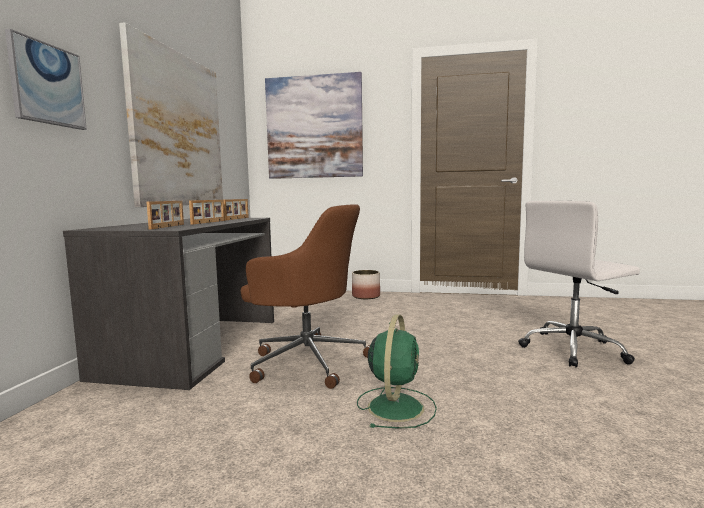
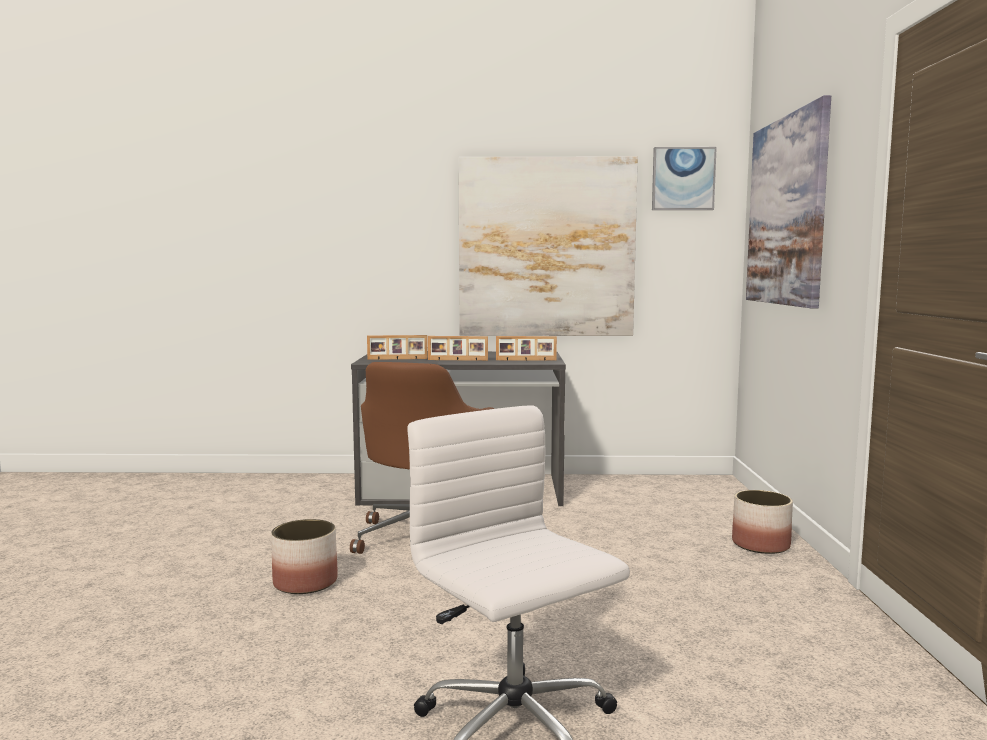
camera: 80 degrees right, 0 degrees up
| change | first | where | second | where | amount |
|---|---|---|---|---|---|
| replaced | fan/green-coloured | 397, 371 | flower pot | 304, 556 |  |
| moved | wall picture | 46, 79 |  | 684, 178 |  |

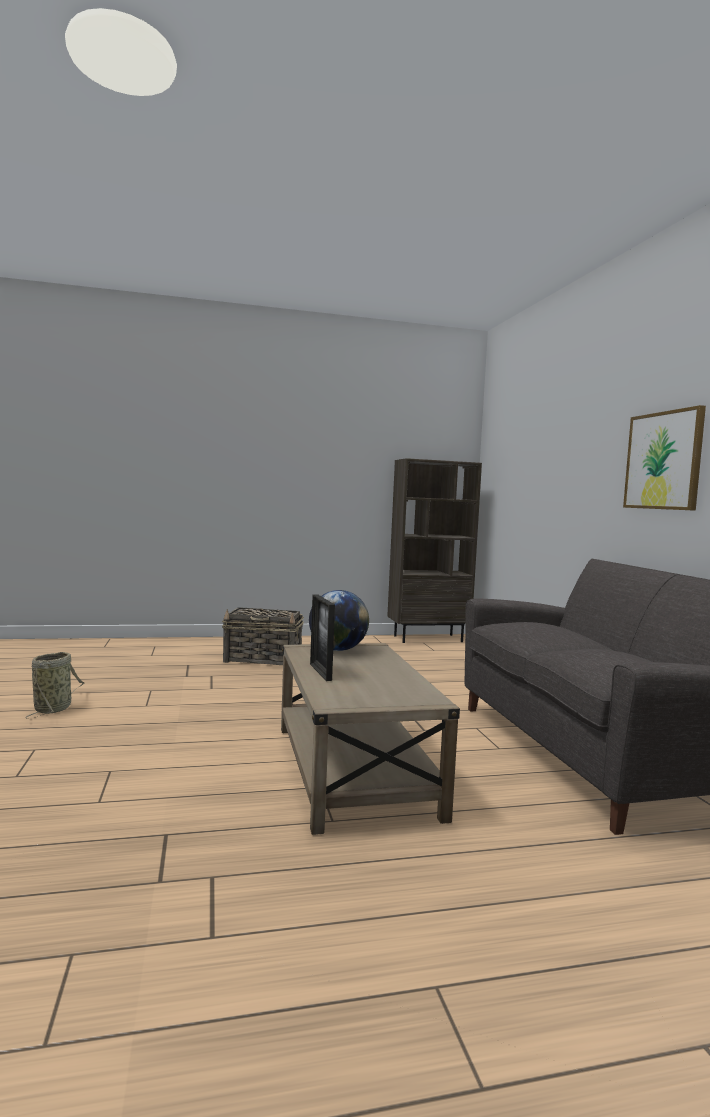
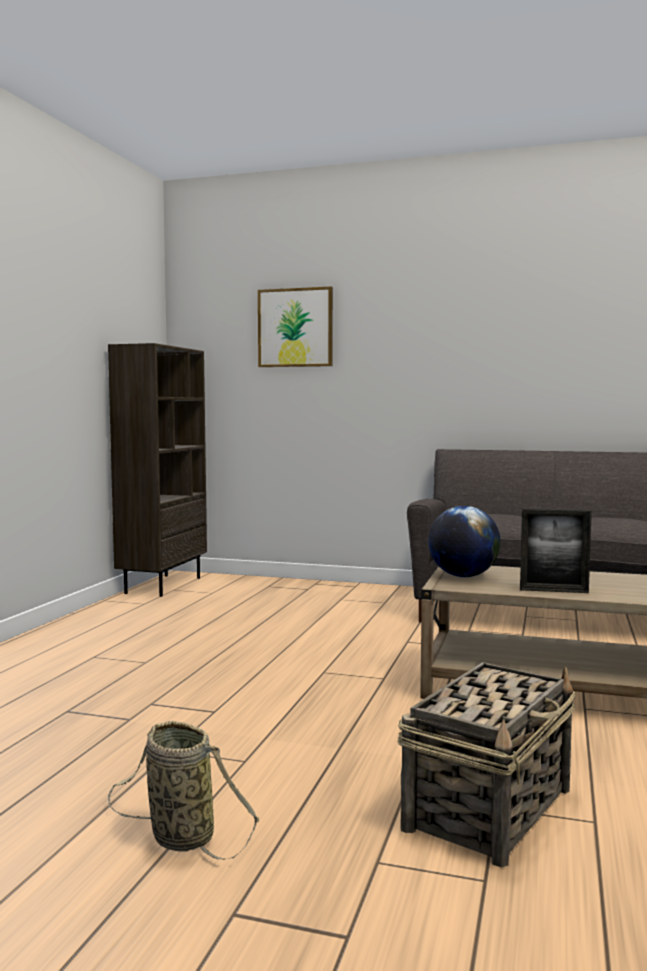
camera: 60 degrees left, 0 degrees up
| change | first | where | second | where | amount |
|---|---|---|---|---|---|
| moved | wall picture | 664, 458 |  | 295, 327 |  |
| moved | household basket | 263, 636 |  | 486, 764 |  |

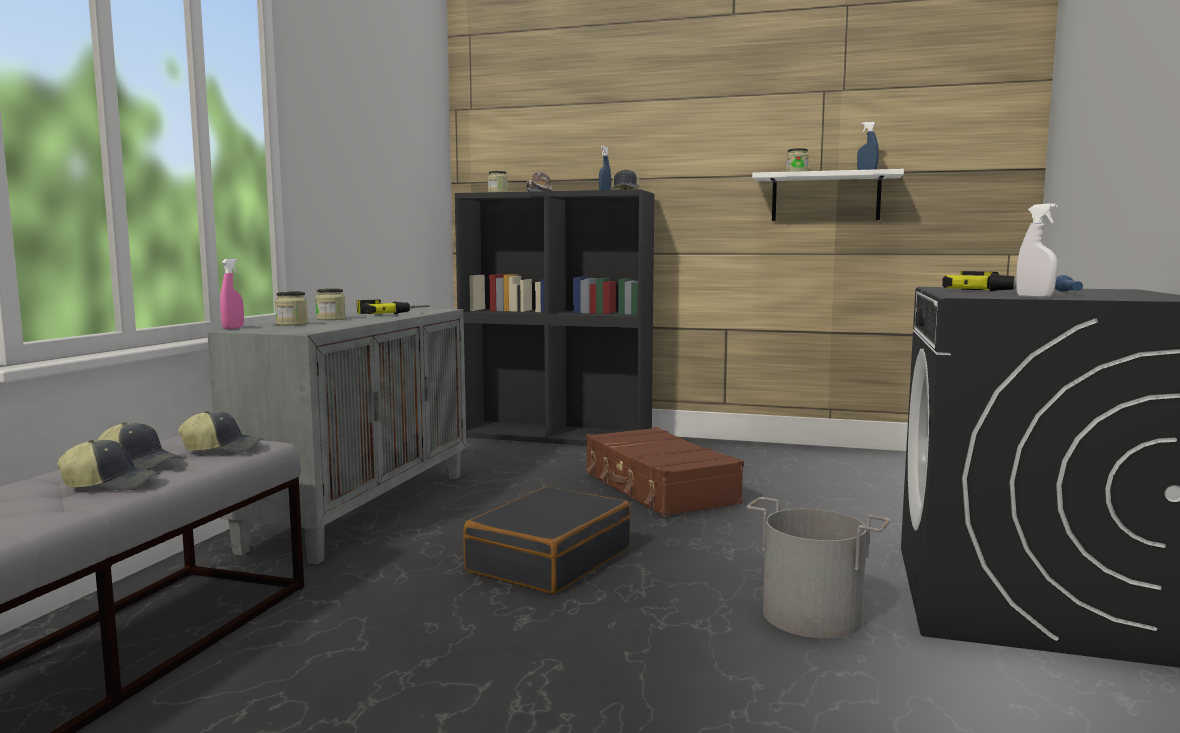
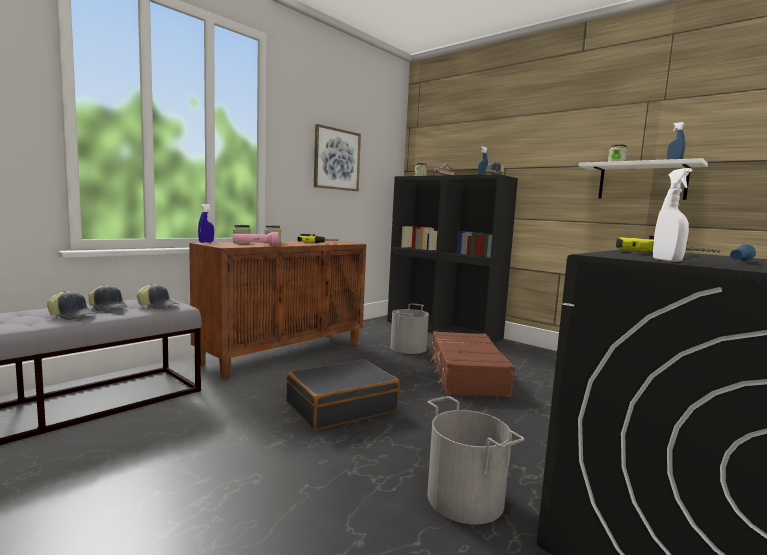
camera: 25 degrees right, 0 degrees up
| change | first | where | second | where | amount |
|---|---|---|---|---|---|
| recoloured | storage cabinet/greyish | 336, 436 | storage cabinet/brownish | 277, 310 |  |
| recoloured | sprayer/pink | 232, 293 | sprayer/bluish | 206, 223 |  |
| added |  |  | torch/pink | 255, 238 |  |
| added |  |  | wall picture | 337, 157 |  |
| added |  |  | pail/greyish | 409, 329 |  |

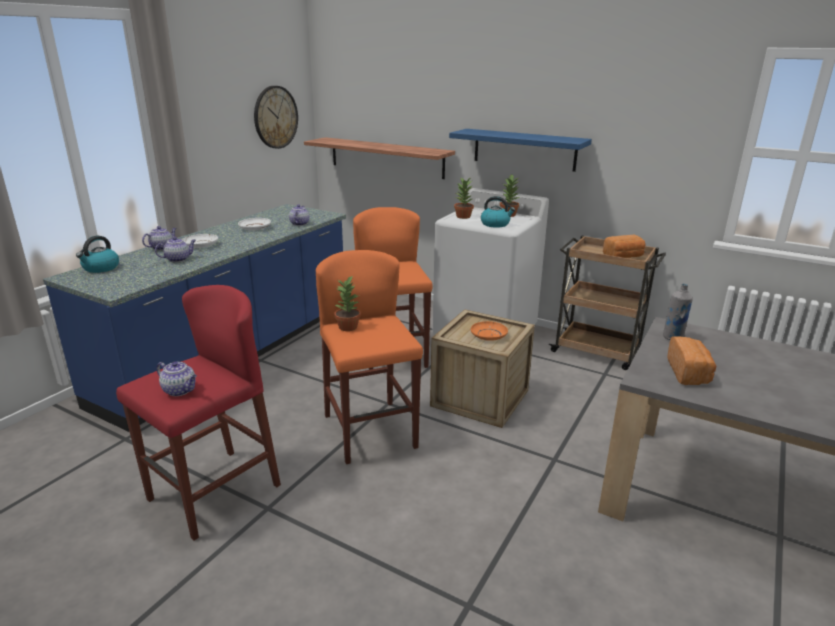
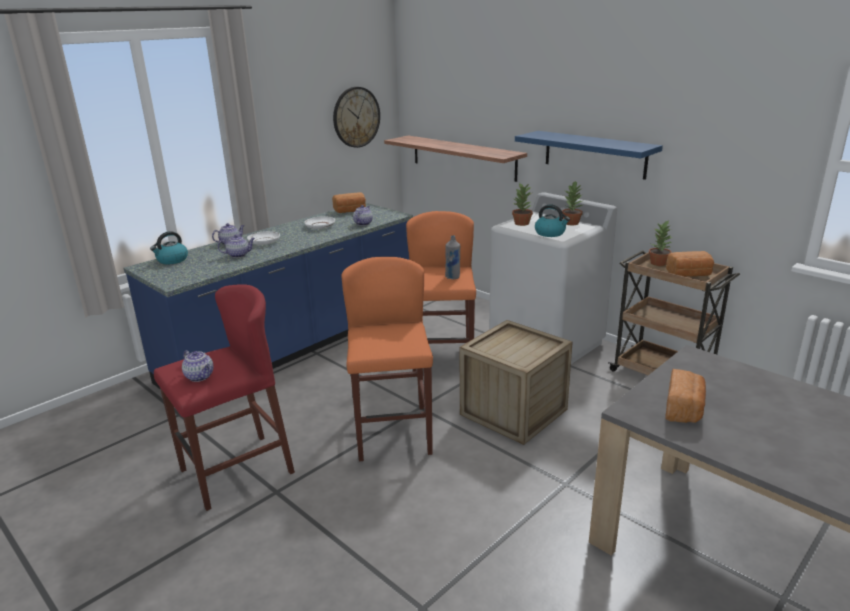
camera: 15 degrees right, 0 degrees up
| change | first | where | second | where | amount |
|---|---|---|---|---|---|
| added |  |  | bread | 349, 202 |  |
| moved | beverage bottle/greyish | 678, 312 |  | 452, 257 |  |
| moved | houseplant | 347, 303 |  | 660, 243 |  |
| removed | plate/orange-coloured | 489, 331 |  |  |  |

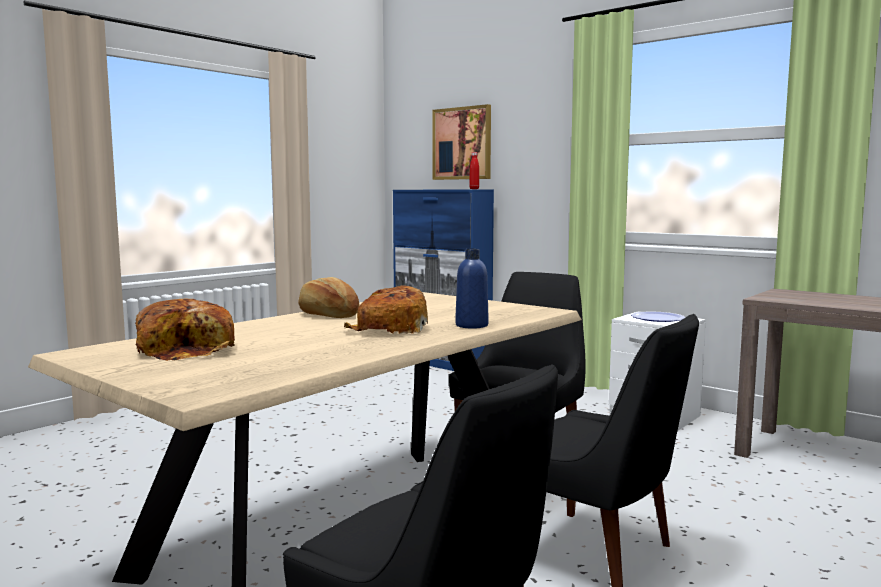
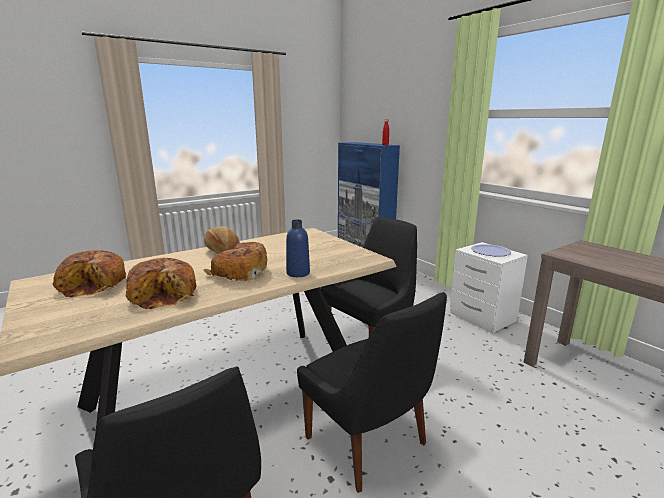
camera: 15 degrees right, 10 degrees up
| change | first | where | second | where | amount |
|---|---|---|---|---|---|
| added |  |  | bread | 161, 283 |  |
| removed | wall picture | 461, 142 |  |  |  |

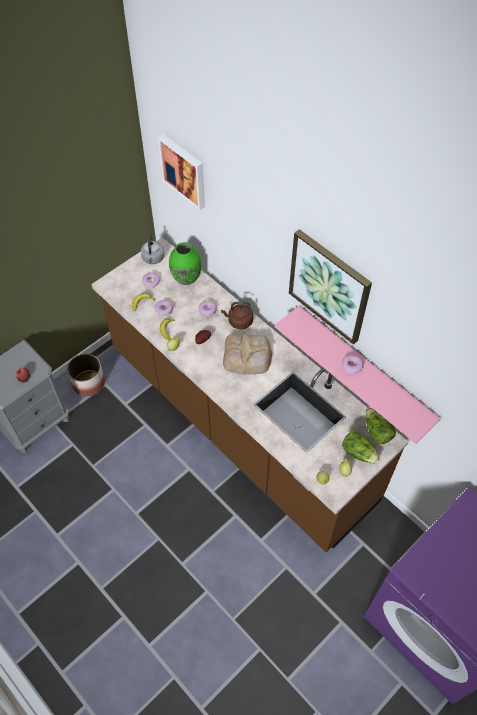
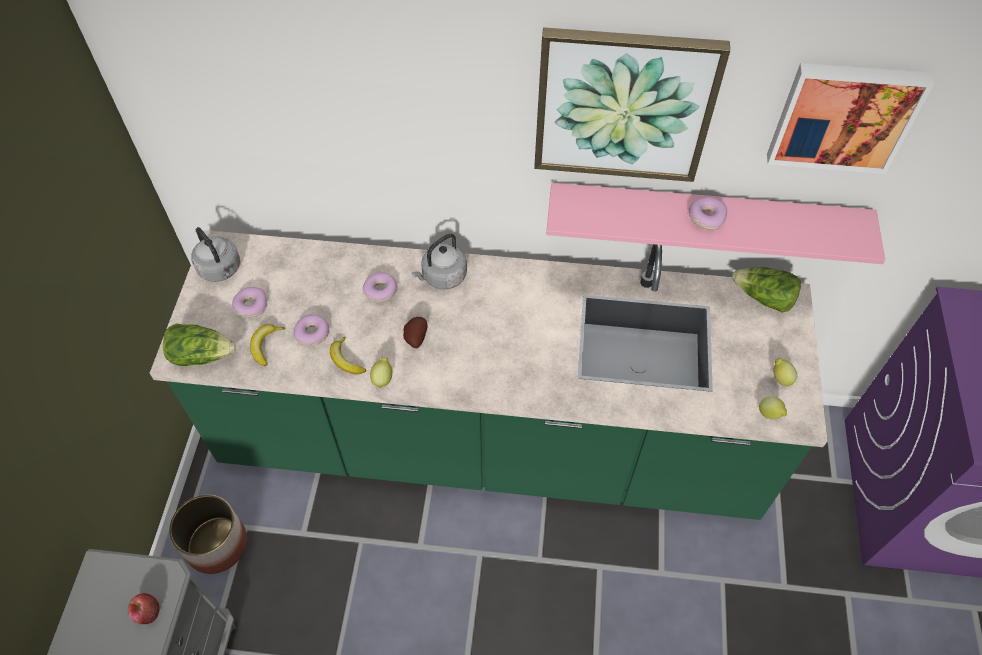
camera: 40 degrees left, 0 degrees up
| change | first | where | second | where | amount |
|---|---|---|---|---|---|
| recoloured | counter/brownish | 249, 394 | counter/green-coloured | 489, 375 |  |
| moved | lettuce head | 361, 447 |  | 199, 344 |  |
| recoloured | kettle/brownish | 237, 315 | kettle/greyish | 439, 261 |  |
| moved | wall picture | 181, 172 |  | 850, 118 |  |
| removed | flower vase/green-coloured | 185, 263 |  |  |  |
| removed | bread | 247, 354 |  |  |  |

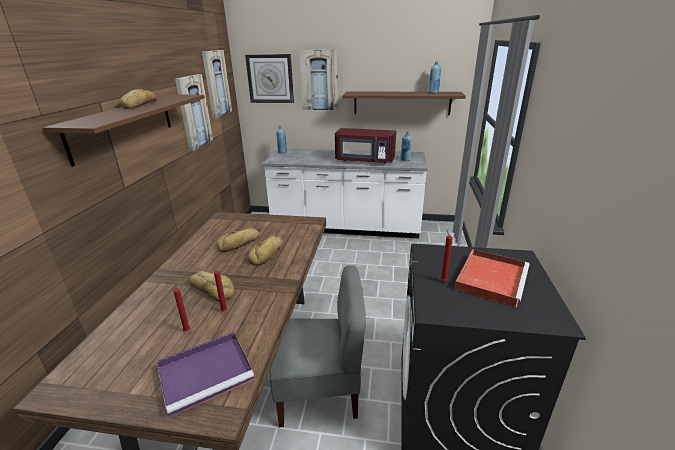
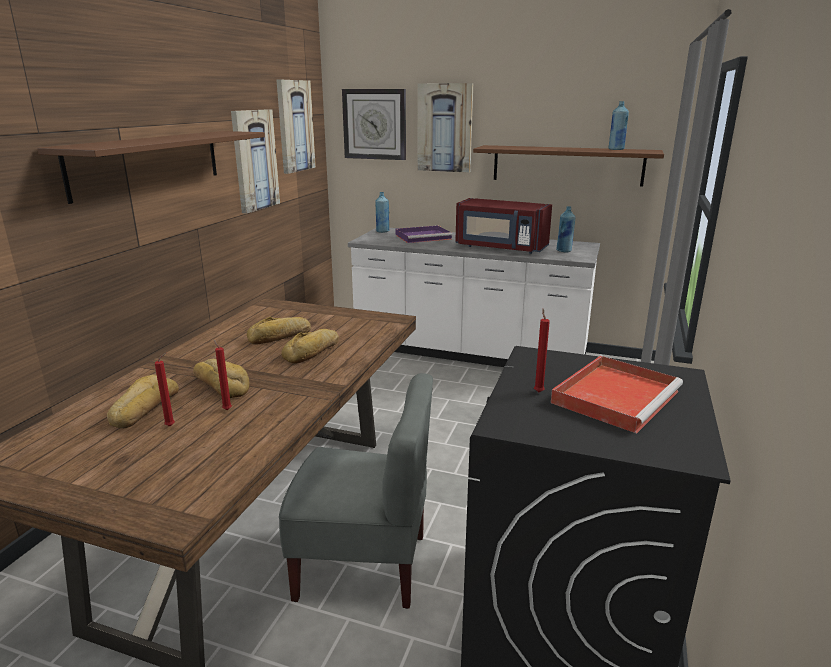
camera: 10 degrees right, 5 degrees down
| change | first | where | second | where | amount |
|---|---|---|---|---|---|
| moved | bread | 138, 99 |  | 143, 401 |  |
| moved | carrying tray/purplish | 206, 375 |  | 424, 234 |  |

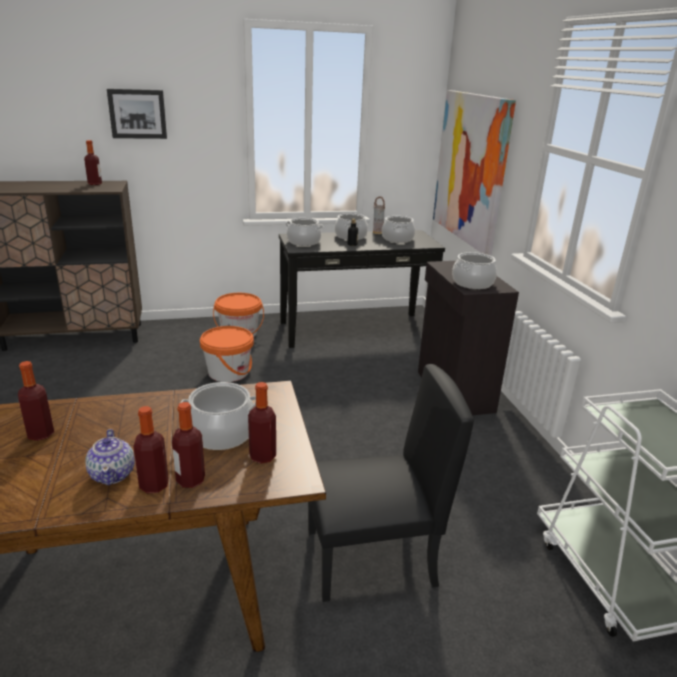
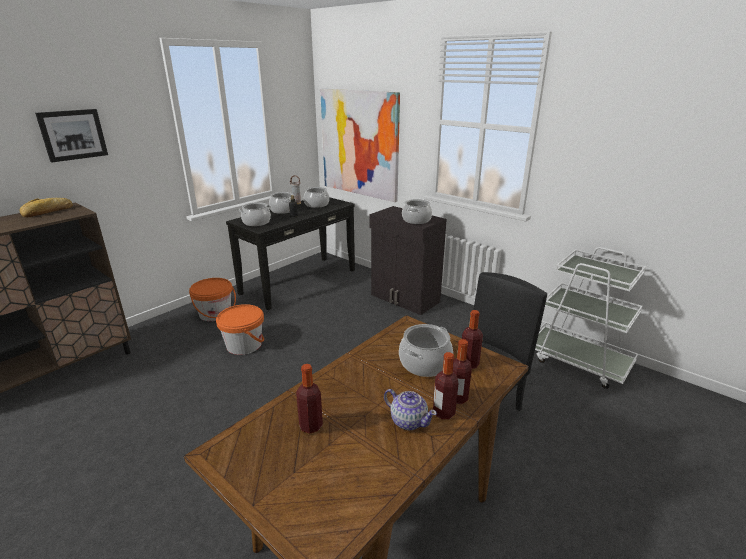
camera: 35 degrees left, 0 degrees up
| change | first | where | second | where | amount |
|---|---|---|---|---|---|
| replaced | beverage bottle | 93, 162 | bread | 46, 208 |  |

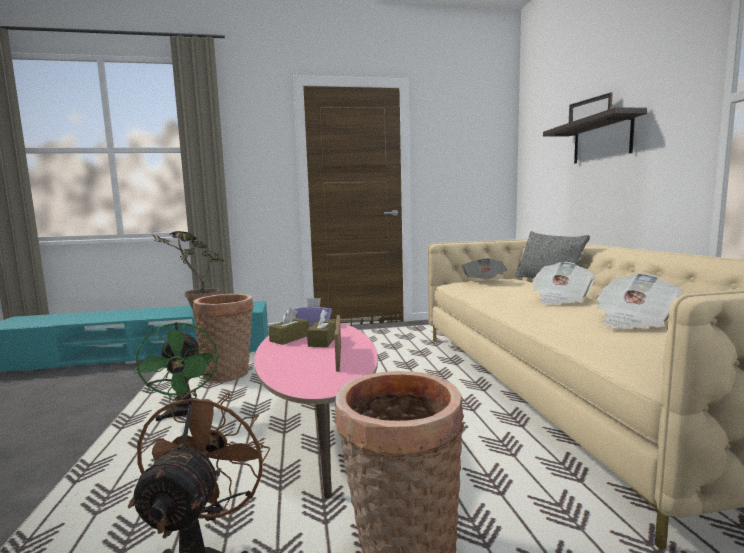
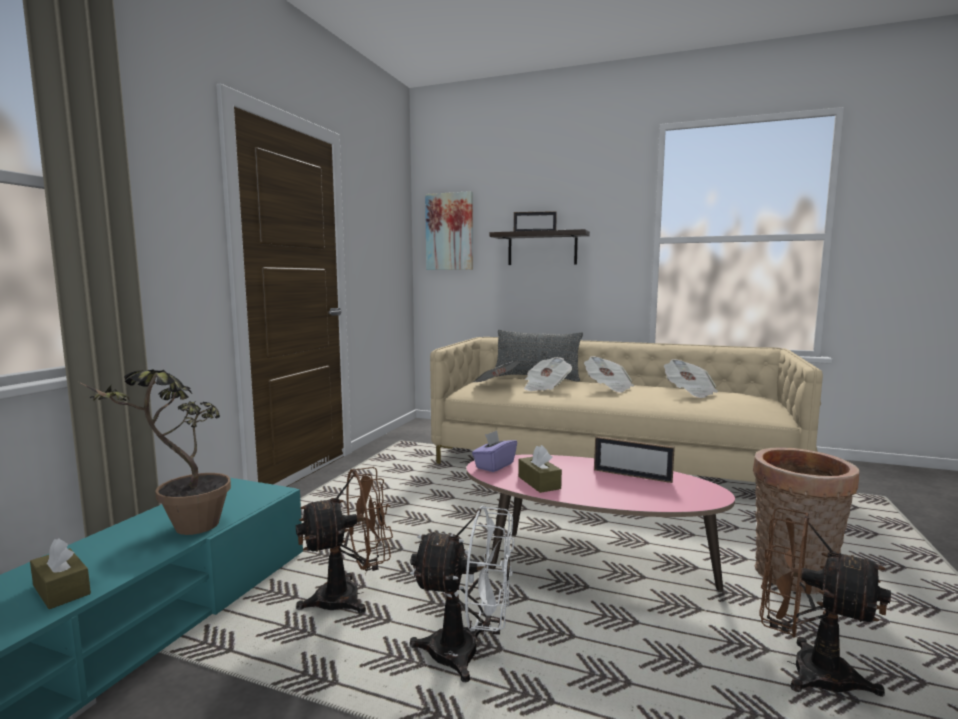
camera: 60 degrees left, 0 degrees up
| change | first | where | second | where | amount |
|---|---|---|---|---|---|
| moved | box of tissues/brownish | 321, 328 |  | 60, 573 |  |
| replaced | household basket | 223, 338 | fan/brownish | 344, 540 |  |
| recoloured | fan/green-coloured | 176, 371 | fan/white | 462, 593 |  |
| added |  |  | wall picture | 449, 230 |  |
| added |  |  | daily paper | 548, 374 |  |

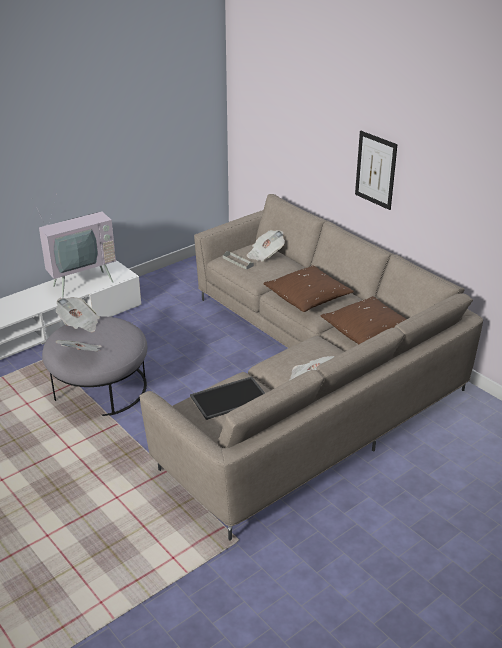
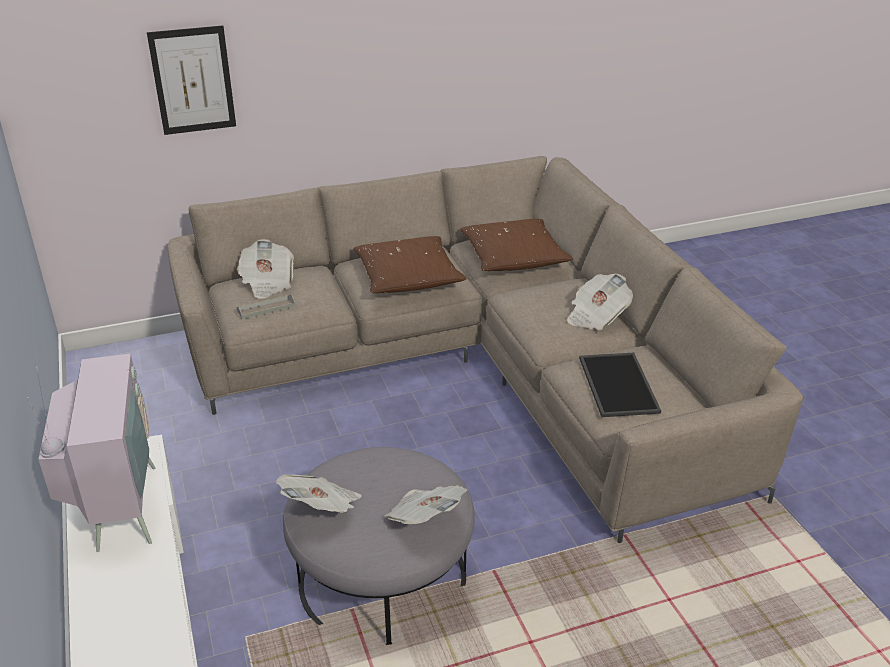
camera: 70 degrees left, 0 degrees up
| change | first | where | second | where | amount |
|---|---|---|---|---|---|
| moved | wall picture | 376, 170 |  | 191, 80 |  |

